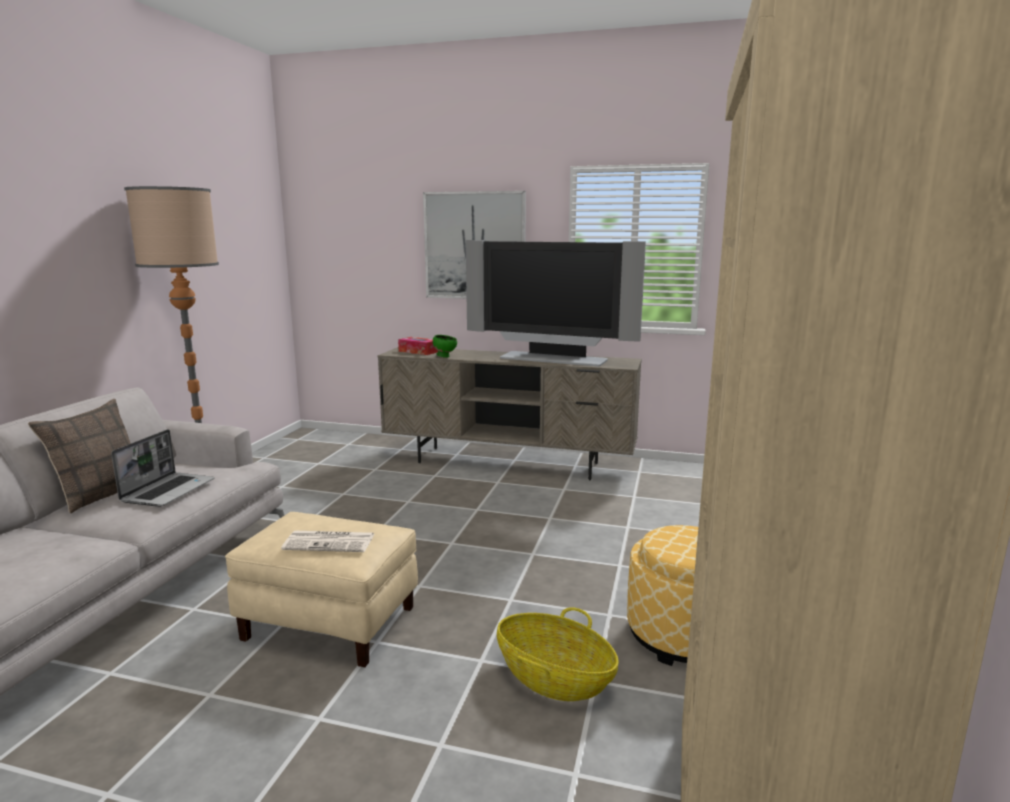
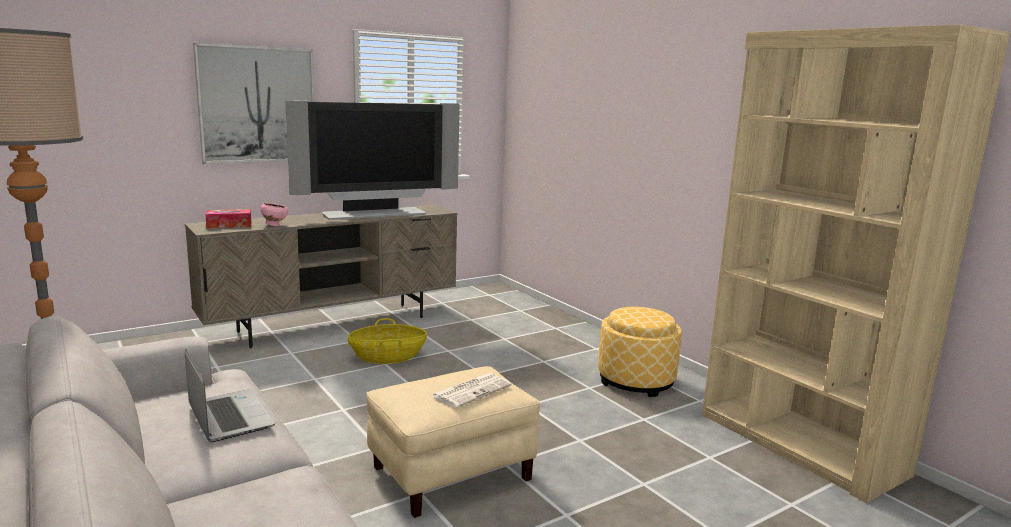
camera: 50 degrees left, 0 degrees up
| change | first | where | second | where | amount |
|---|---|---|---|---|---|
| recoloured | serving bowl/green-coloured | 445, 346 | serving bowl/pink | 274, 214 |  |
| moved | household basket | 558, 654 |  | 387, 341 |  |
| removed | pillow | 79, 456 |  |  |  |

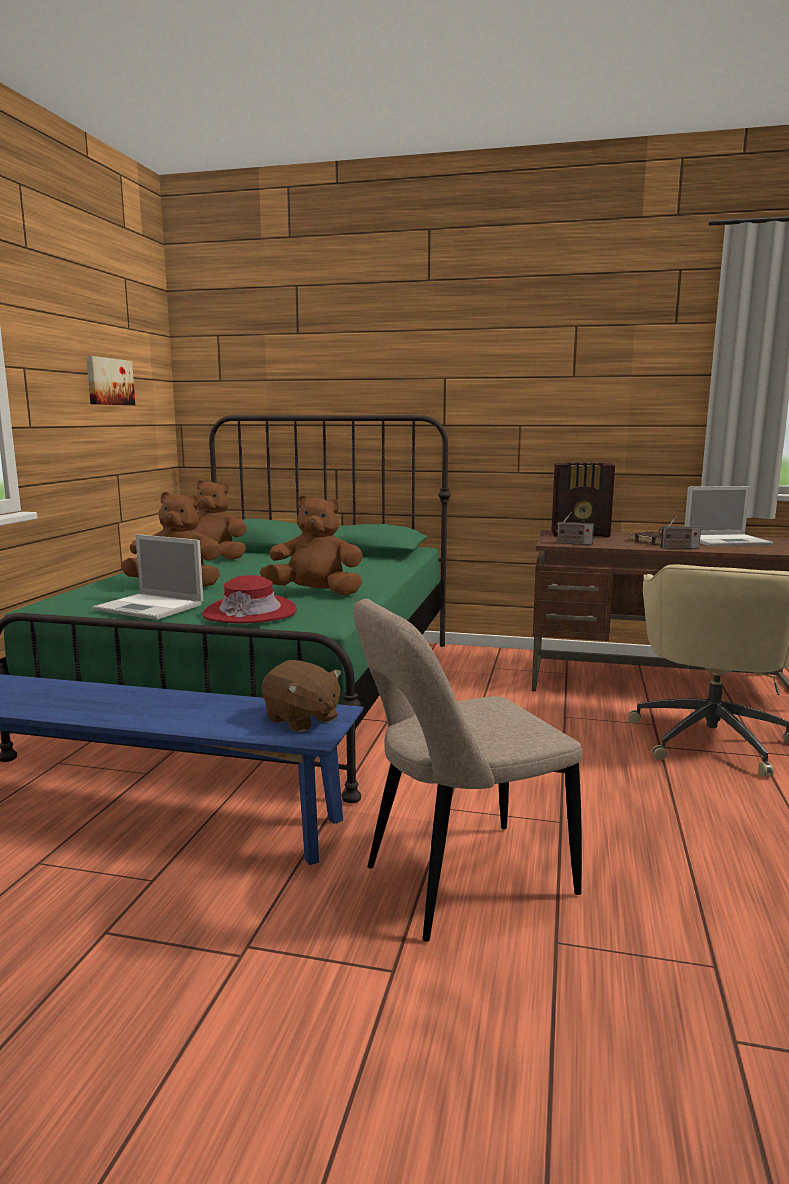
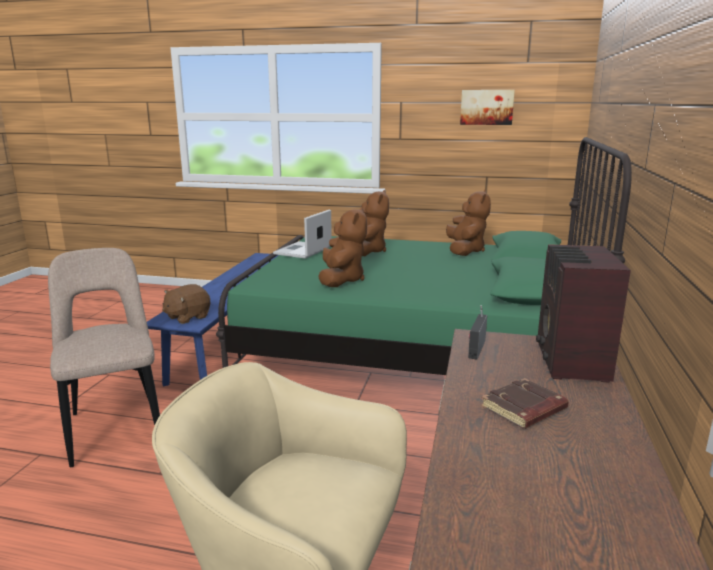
camera: 90 degrees right, 5 degrees up
| change | first | where | second | where | amount |
|---|---|---|---|---|---|
| removed | wearable hat/red | 249, 599 |  |  |  |
| removed | radio | 679, 532 |  |  |  |
| removed | notebook computer | 729, 516 |  |  |  |

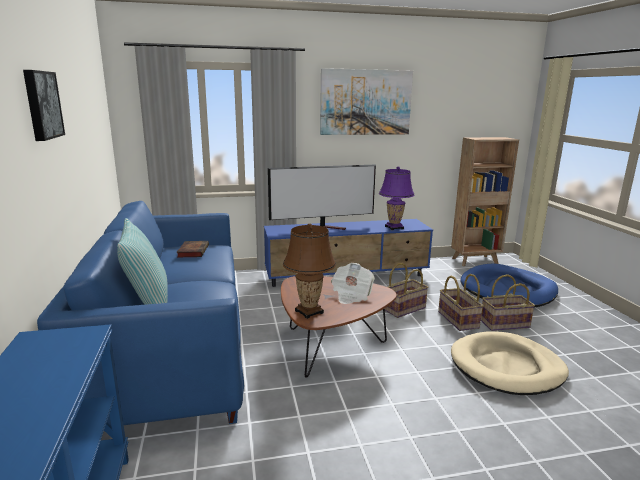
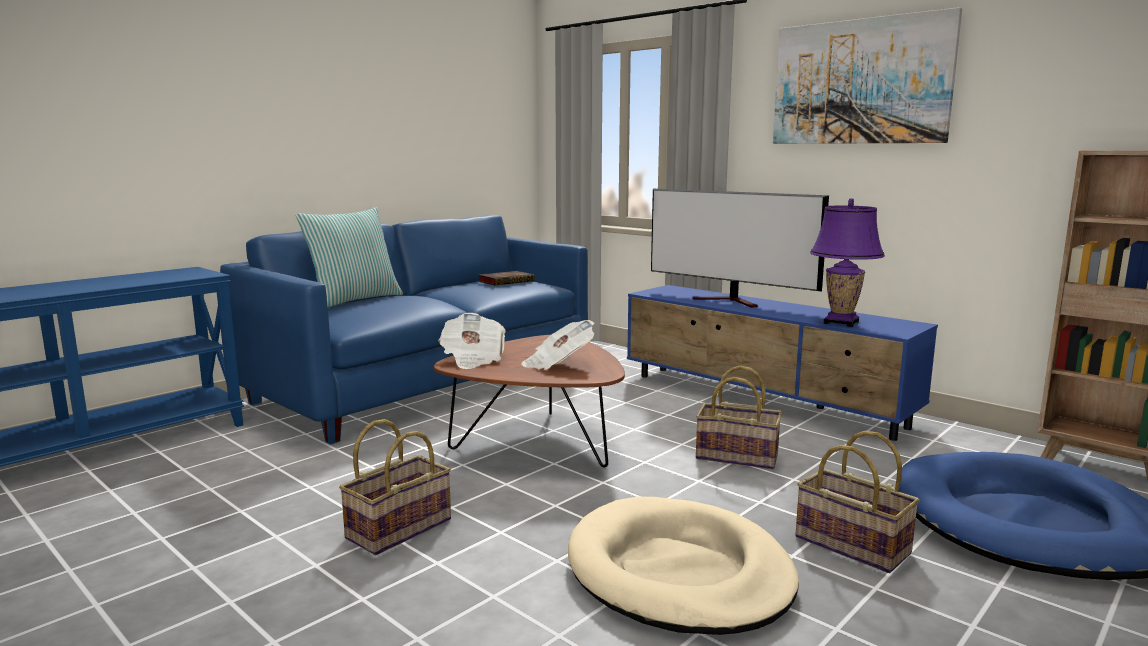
camera: 55 degrees right, 5 degrees down
| change | first | where | second | where | amount |
|---|---|---|---|---|---|
| moved | household basket | 460, 302 |  | 395, 487 |  |
| replaced | table lamp/brownish | 309, 271 | daily paper | 472, 341 |  |
| removed | wall picture | 44, 105 |  |  |  |

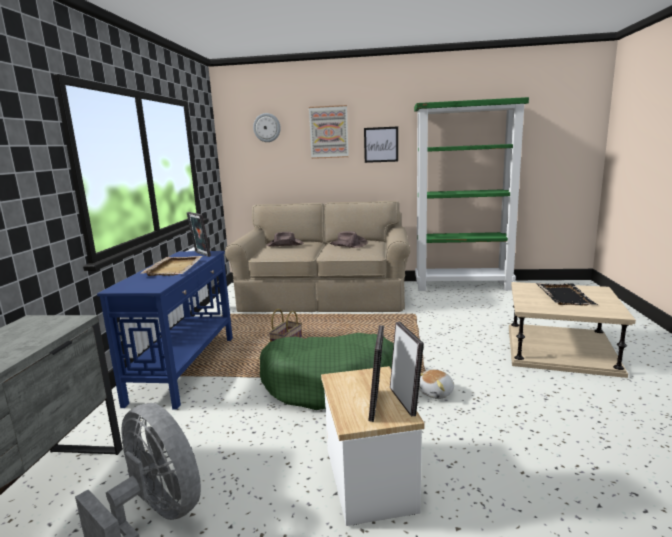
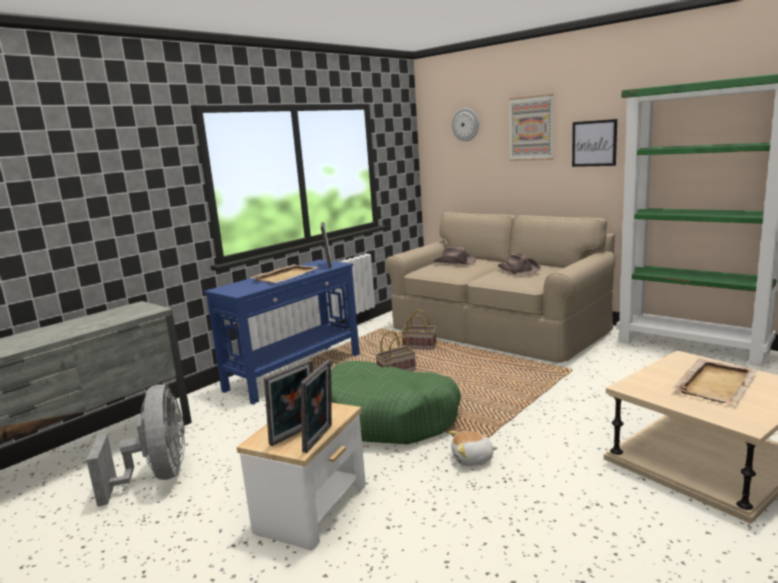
camera: 35 degrees right, 0 degrees up
| change | first | where | second | where | amount |
|---|---|---|---|---|---|
| added |  |  | household basket | 419, 330 |  |
| recoloured | carrying tray/blackish | 567, 294 | carrying tray/beige-coloured | 715, 381 |  |

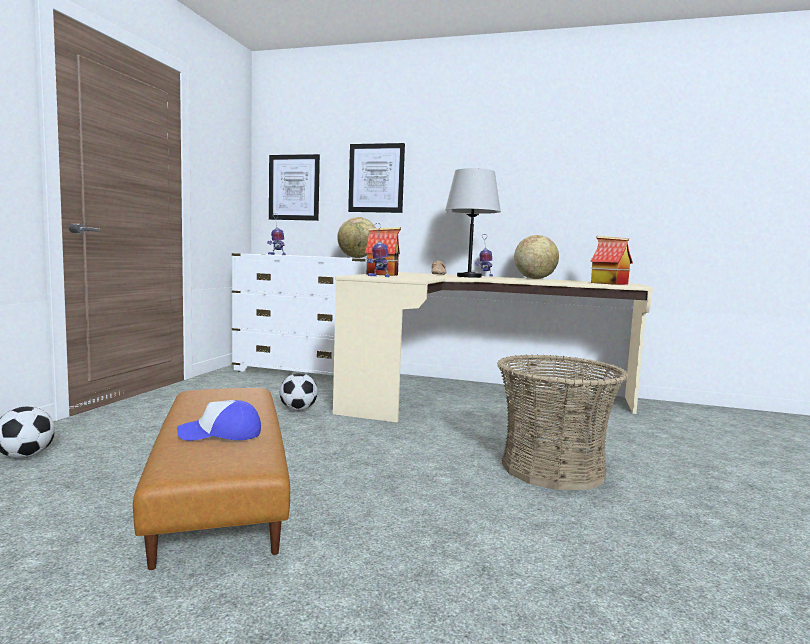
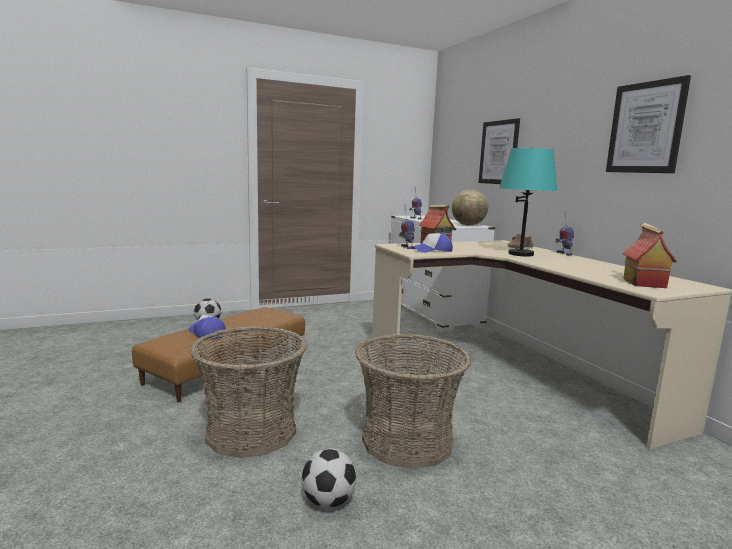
camera: 50 degrees right, 5 degrees up
| change | first | where | second | where | amount |
|---|---|---|---|---|---|
| added |  |  | household basket | 248, 392 |  |
| moved | ball for football | 299, 392 |  | 329, 478 |  |
| added |  |  | cap | 432, 243 |  |
| recoloured | table lamp/greyish | 473, 223 | table lamp/blue-green | 528, 202 |  |
| moved | wall picture | 294, 187 |  | 648, 124 |  |
| removed | desk globe | 536, 257 |  |  |  |

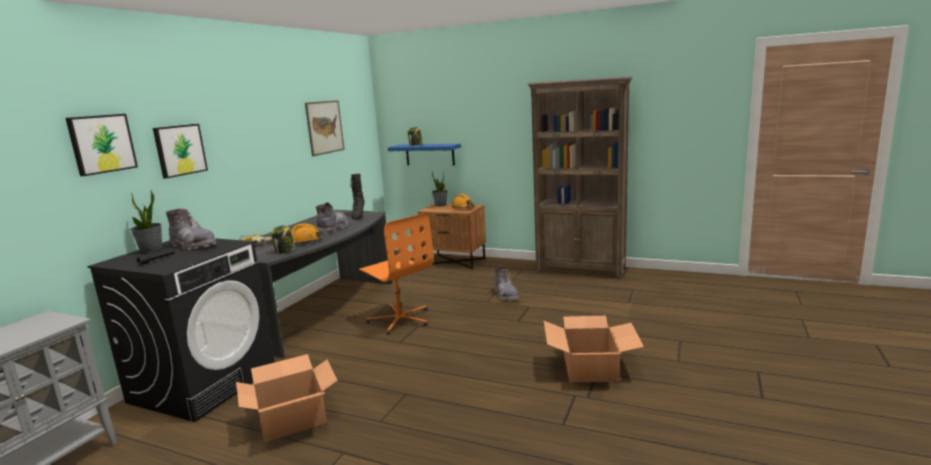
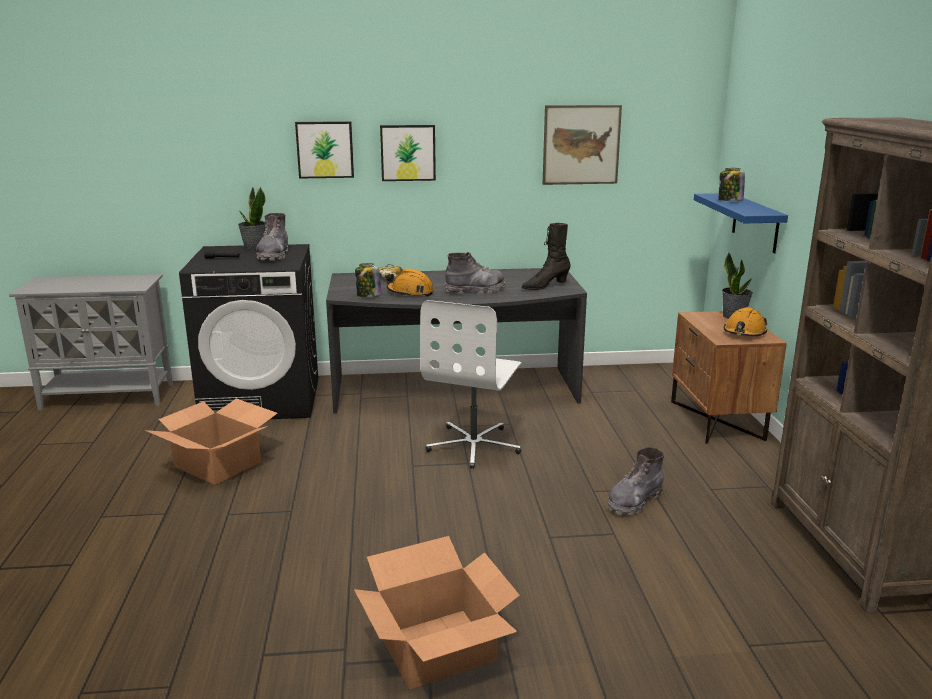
camera: 60 degrees right, 5 degrees up
| change | first | where | second | where | amount |
|---|---|---|---|---|---|
| moved | wall picture | 102, 145 |  | 408, 153 |  |
| recoloured | office chair/orange-coloured | 396, 274 | office chair/white | 471, 384 |  |

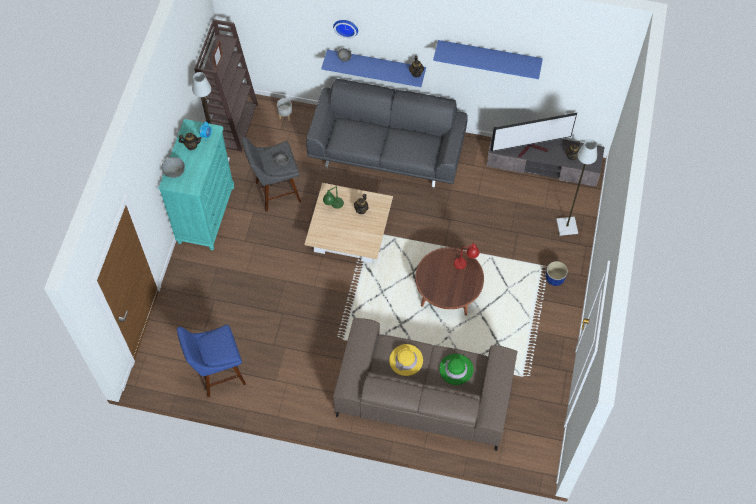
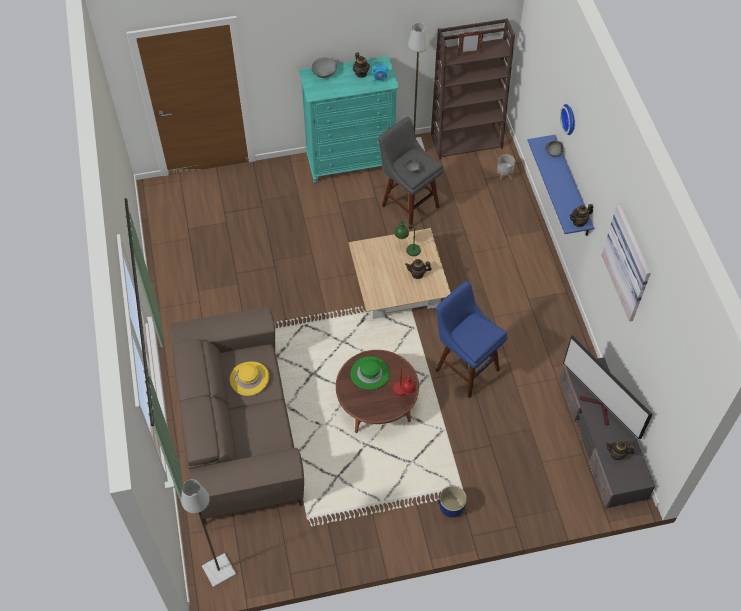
camera: 65 degrees right, 5 degrees down
| change | first | where | second | where | amount |
|---|---|---|---|---|---|
| moved | floor lamp/greyish | 576, 187 |  | 208, 533 |  |
| moved | wearable hat/green-coloured | 456, 369 |  | 370, 373 |  |
| moved | sitting stool/bluish | 211, 360 |  | 472, 340 |  |
| replaced | wall shelf/bluish | 488, 59 | wall picture | 626, 263 |  |
| removed | settee/greyish | 387, 133 |  |  |  |

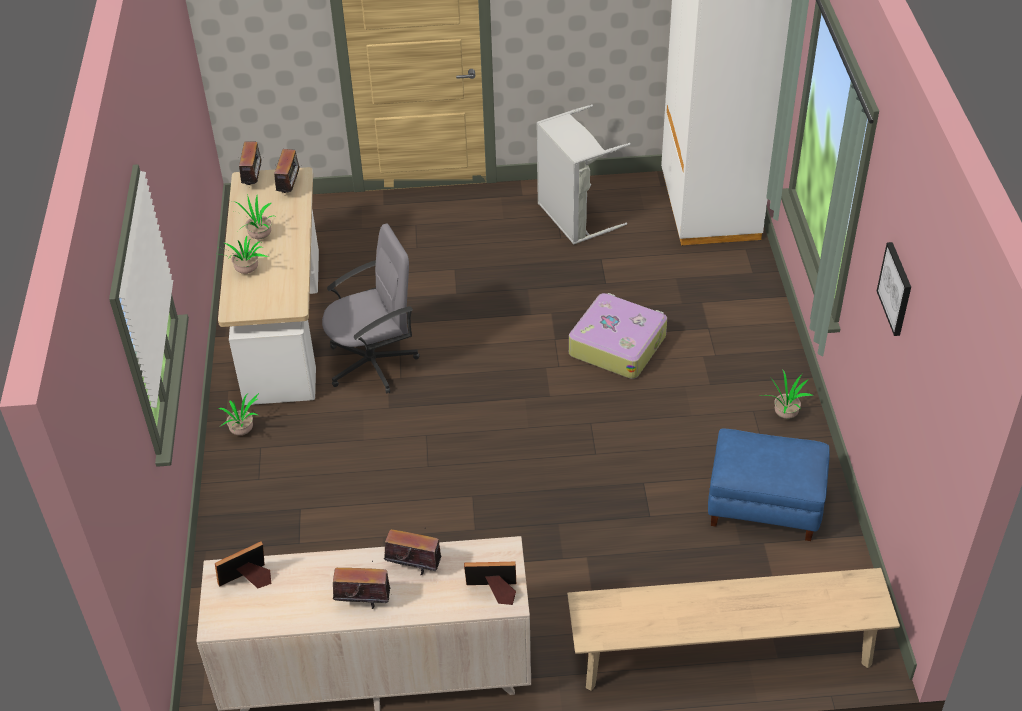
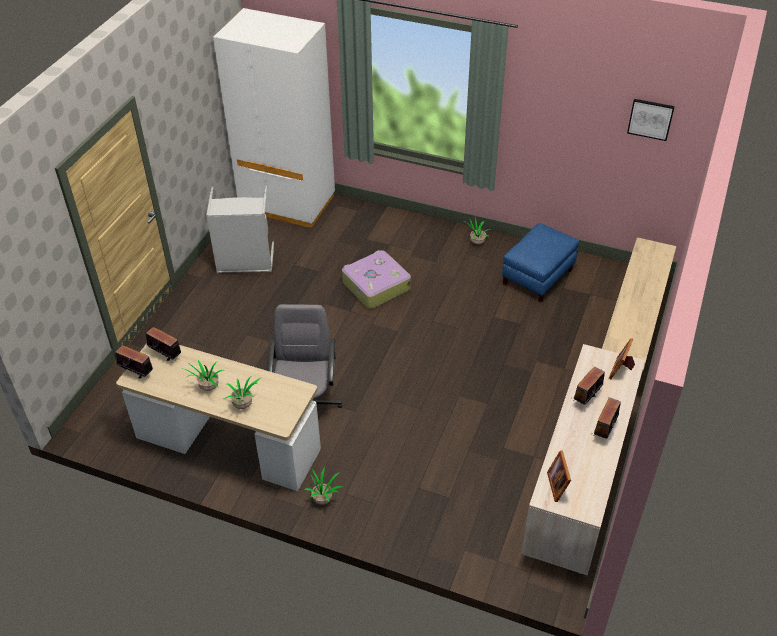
camera: 65 degrees left, 0 degrees up
| change | first | where | second | where | amount |
|---|---|---|---|---|---|
| moved | wall picture | 894, 289 |  | 651, 120 |  |

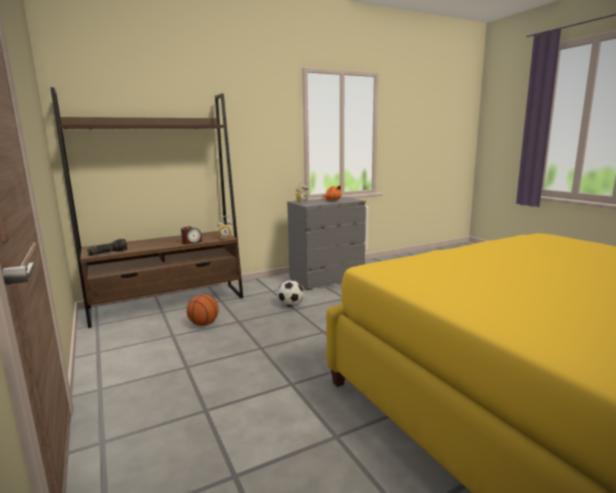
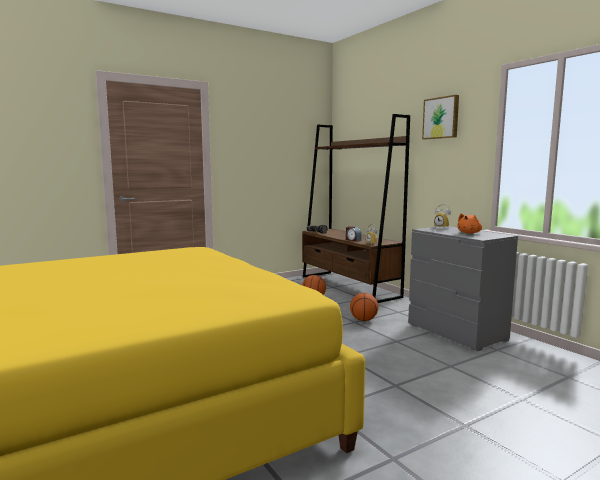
camera: 85 degrees right, 5 degrees down
| change | first | where | second | where | amount |
|---|---|---|---|---|---|
| replaced | ball for football | 290, 293 | basketball ball | 364, 307 |  |
| added |  |  | wall picture | 440, 117 |  |

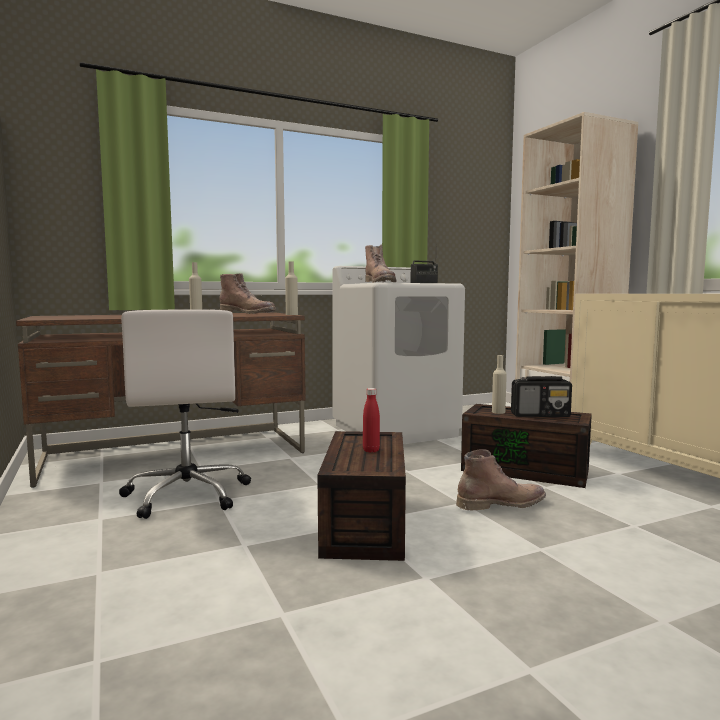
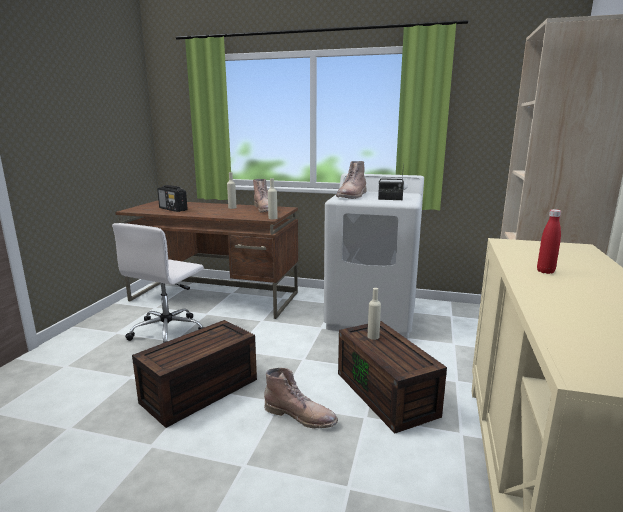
camera: 40 degrees right, 10 degrees up
| change | first | where | second | where | amount |
|---|---|---|---|---|---|
| moved | radio | 541, 396 |  | 172, 198 |  |
| moved | beverage bottle/red | 371, 420 |  | 549, 241 |  |

